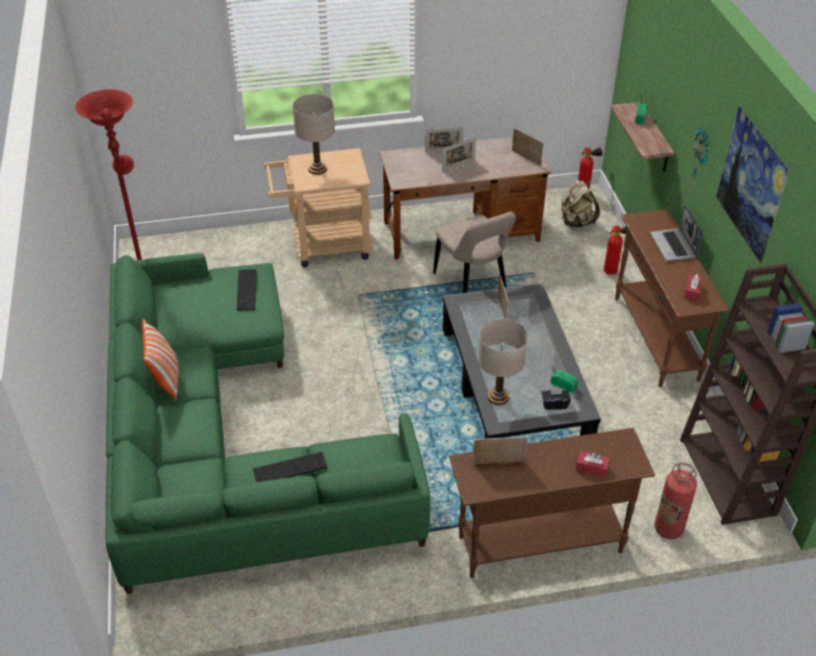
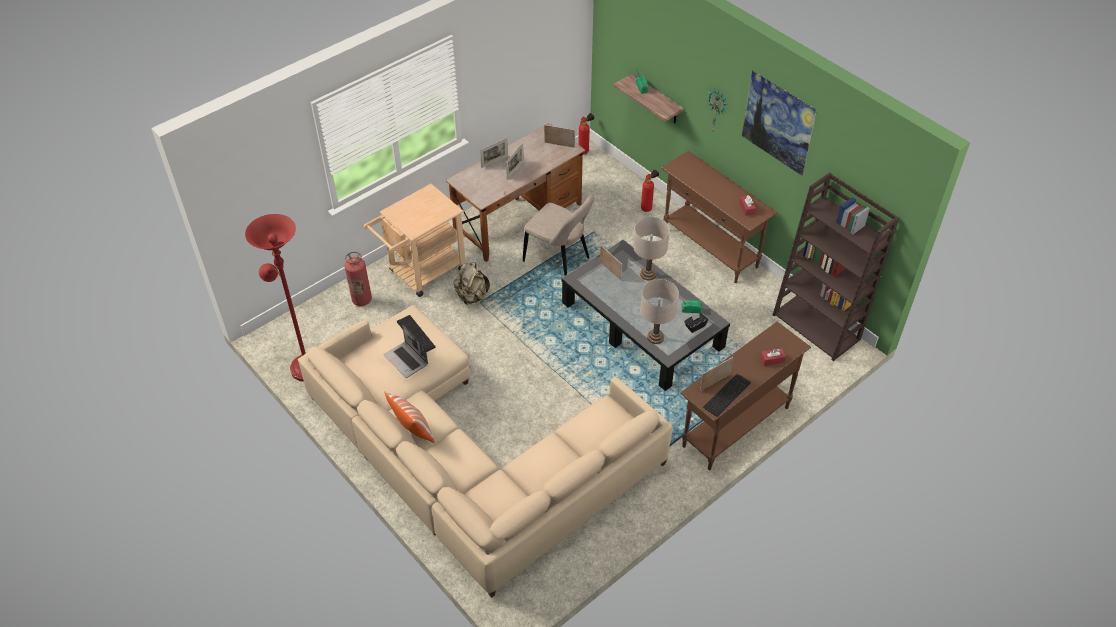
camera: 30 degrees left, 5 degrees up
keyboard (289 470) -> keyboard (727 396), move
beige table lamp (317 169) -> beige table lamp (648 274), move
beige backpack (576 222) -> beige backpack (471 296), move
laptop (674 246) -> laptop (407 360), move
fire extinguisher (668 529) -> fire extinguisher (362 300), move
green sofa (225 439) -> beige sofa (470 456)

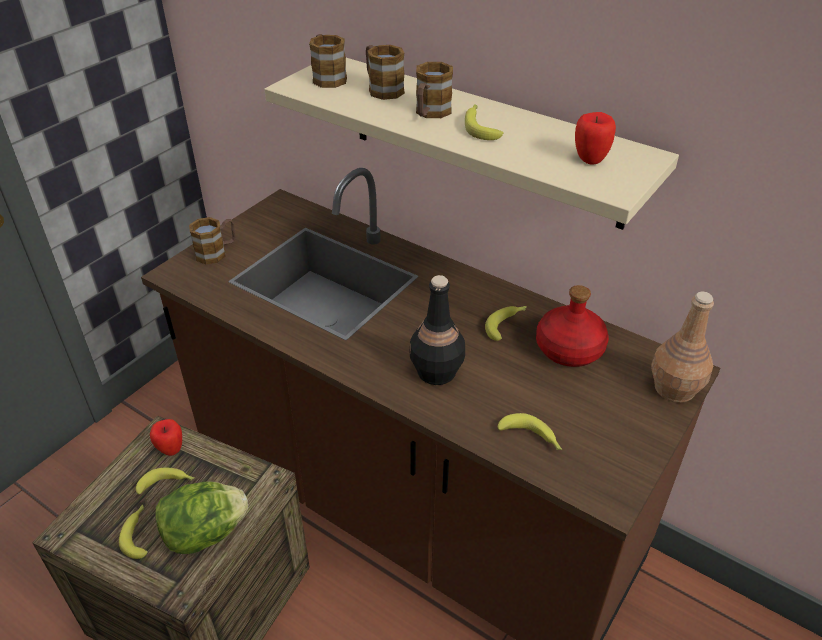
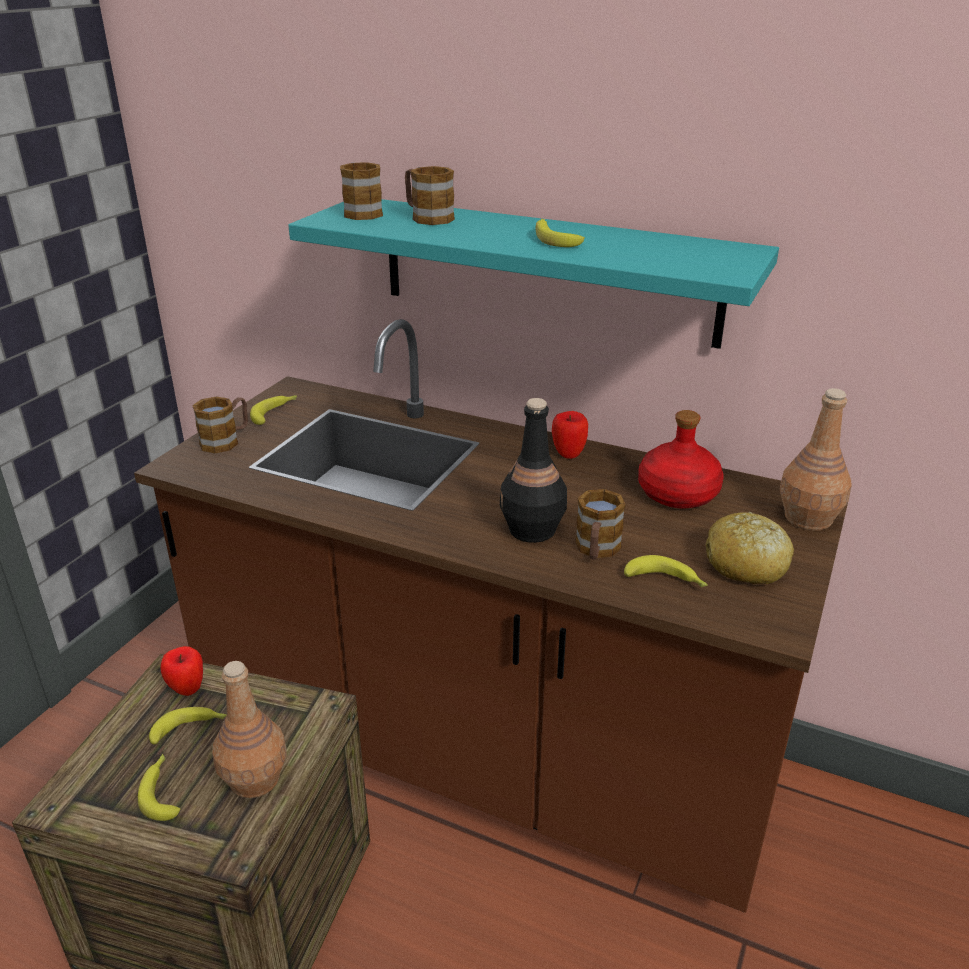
camera: 10 degrees left, 10 degrees down
none -> bread (746 564)
mug (430 113) -> mug (596 550), move
banana (506 324) -> banana (275 413), move
apple (590 160) -> apple (568 454), move
lettuce (205 534) -> brown bottle (254 779)
beige shelf (484 140) -> turquoise shelf (546 270)

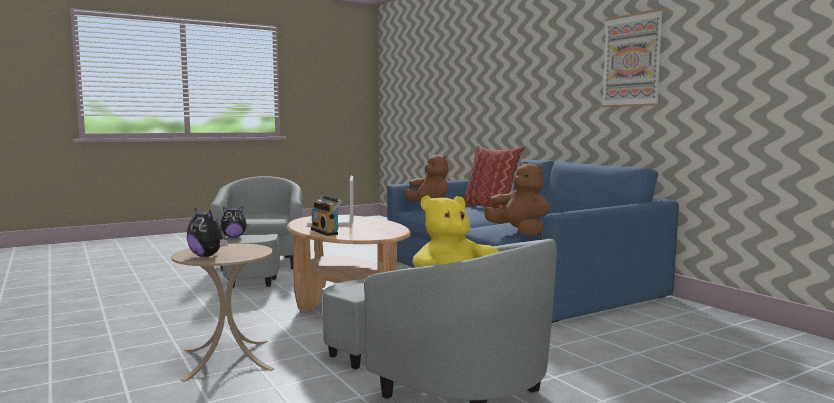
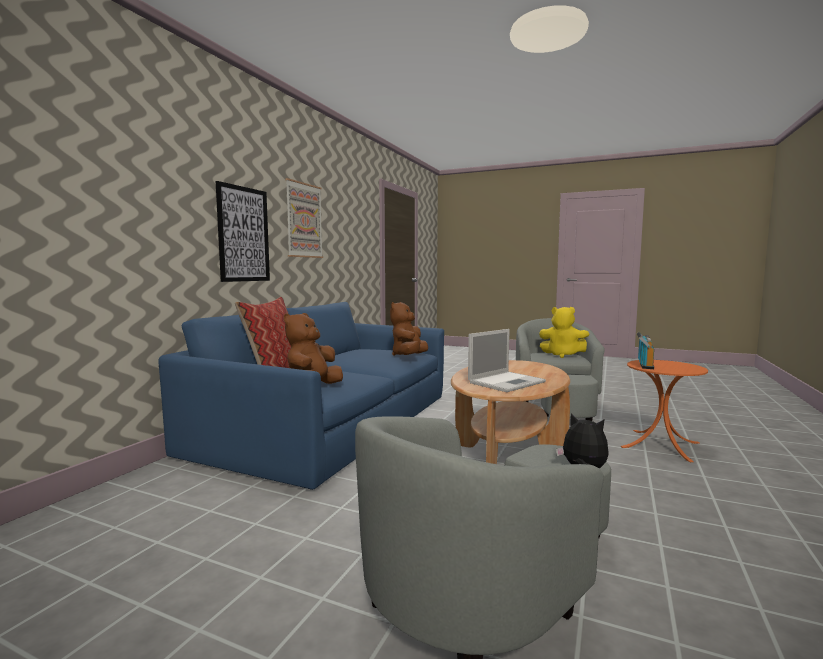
camera: 125 degrees left, 0 degrees up
plush toy (207 256) -> none
none -> picture (243 234)
radio (326 232) -> radio (644 365), move
beige side table (228 359) -> orange side table (660 445)

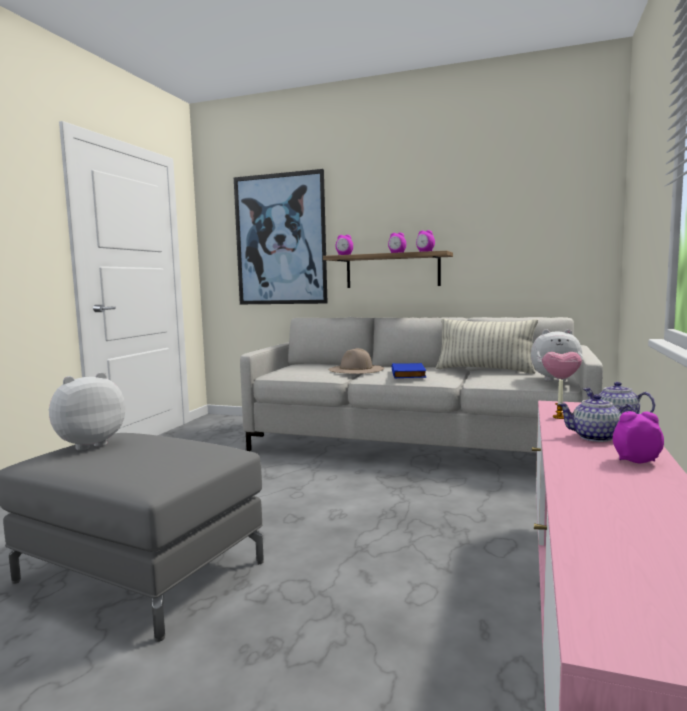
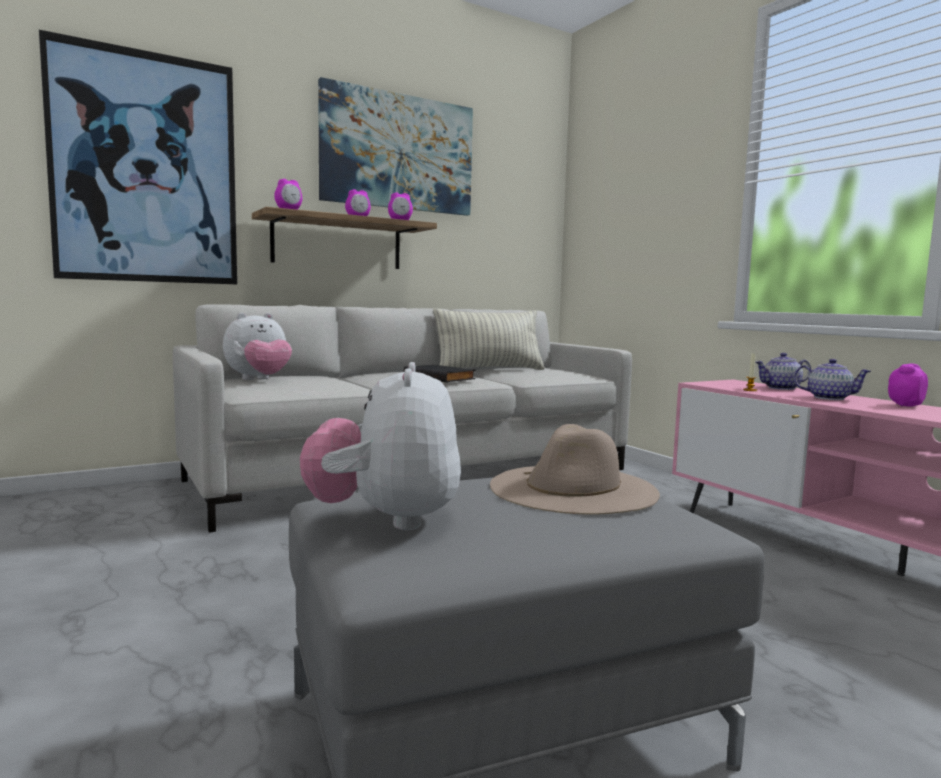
camera: 50 degrees left, 0 degrees up
none -> picture (398 152)
beige hat (356 369) -> beige hat (573 488), move
plush toy (556 381) -> plush toy (259 380), move
blue book (409 374) -> black book (440 377)
teapot (596 437) -> teapot (828 398), 120 degrees counterclockwise

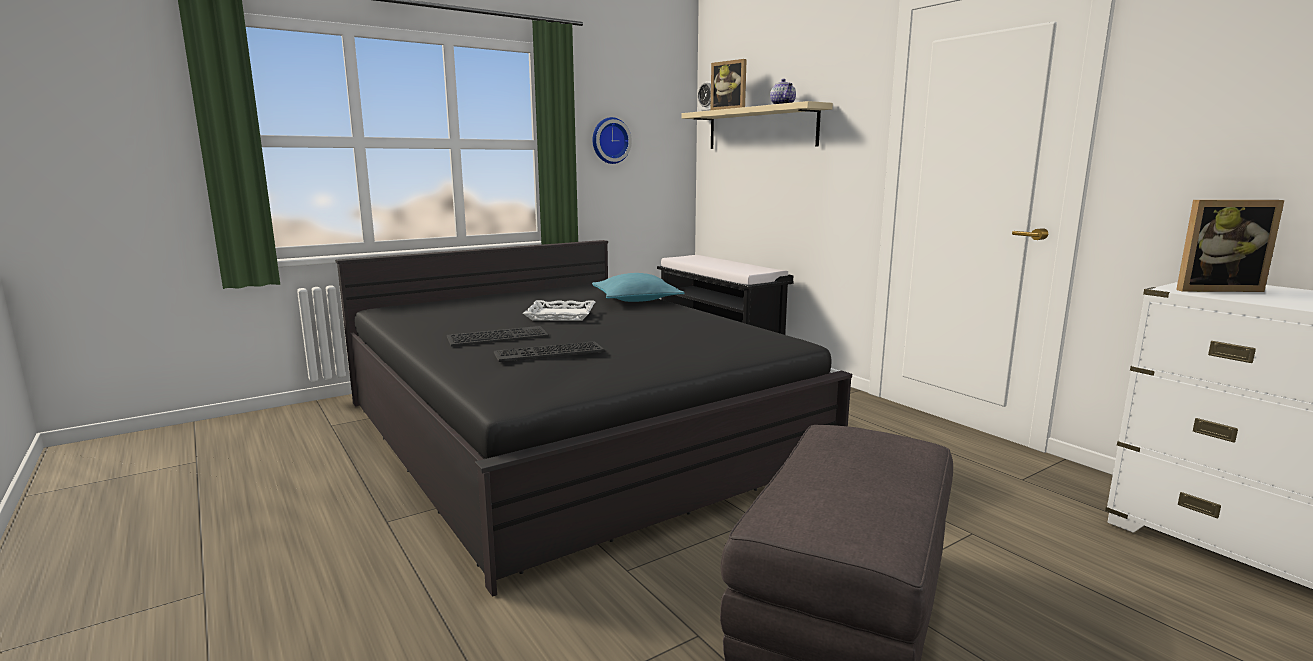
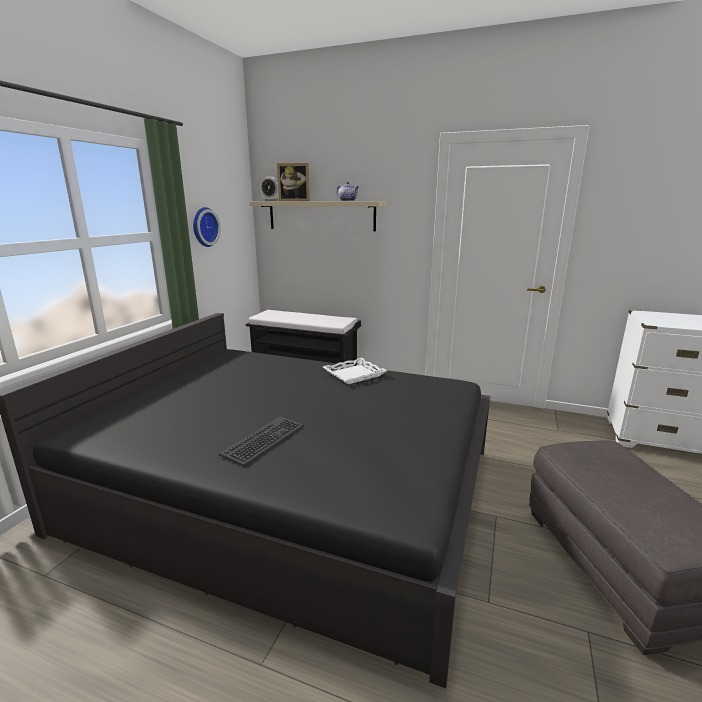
camera: 35 degrees left, 5 degrees up
keyboard (549 352) -> none
turquoise pillow (636 300) -> none
picture frame (1212 289) -> none
white tray (561 315) -> white tray (354 374), move

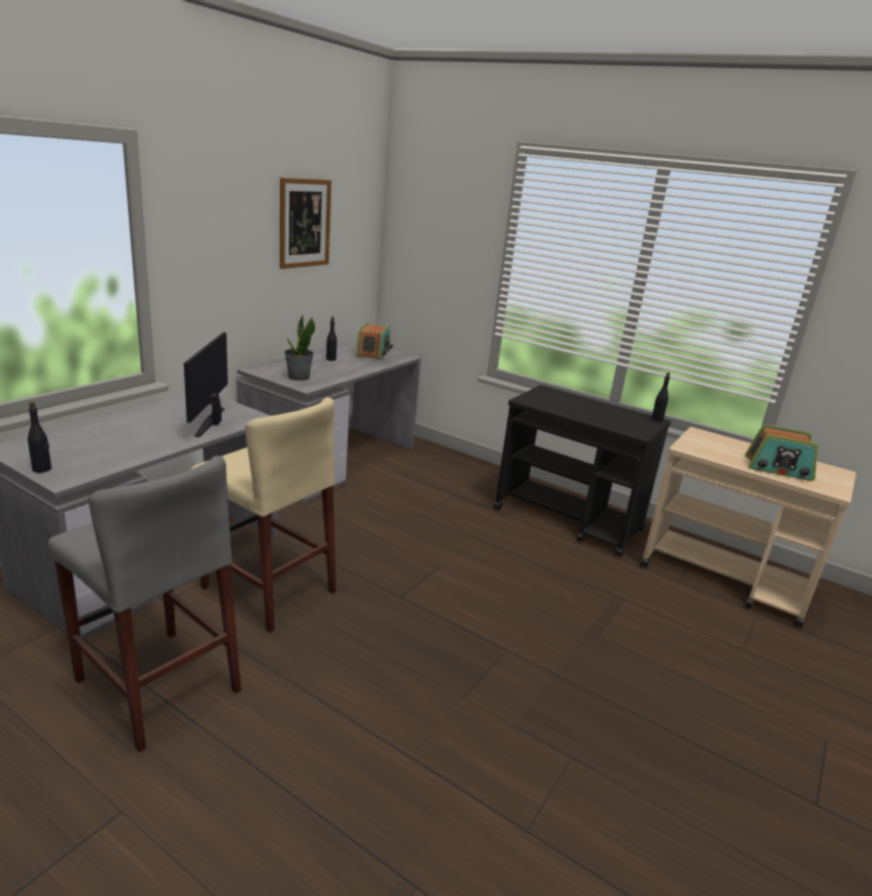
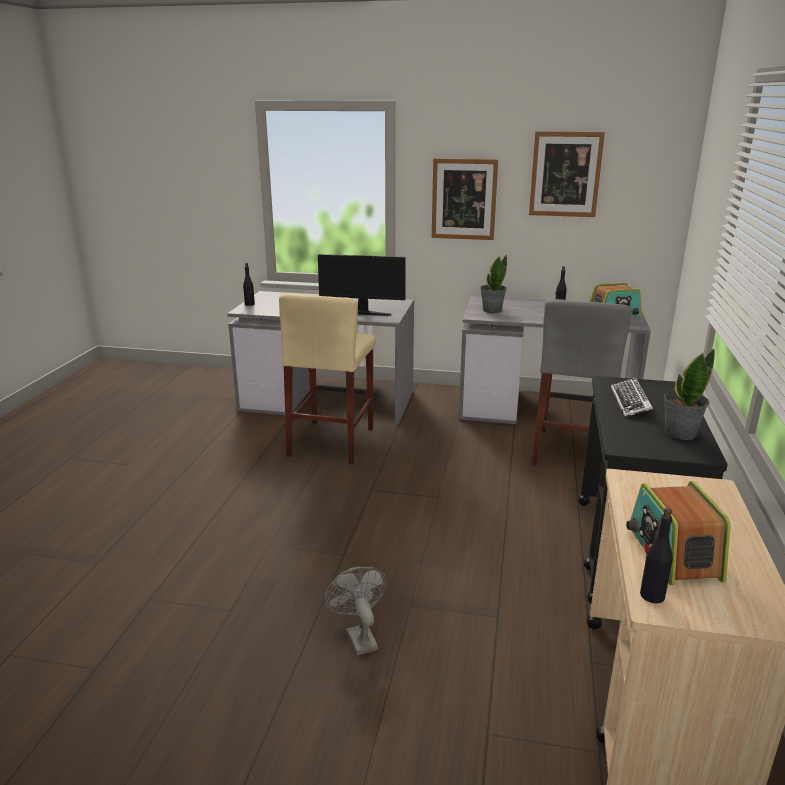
camera: 70 degrees right, 0 degrees up
none -> grey fan (358 636)
none -> picture (464 199)
none -> keyboard (630 402)
none -> potted plant (679 433)
grey stool (157 685) -> grey stool (571 451), move
black bottle (656 420) -> black bottle (652 595), move
monitor (213 422) -> monitor (362 313), 150 degrees counterclockwise

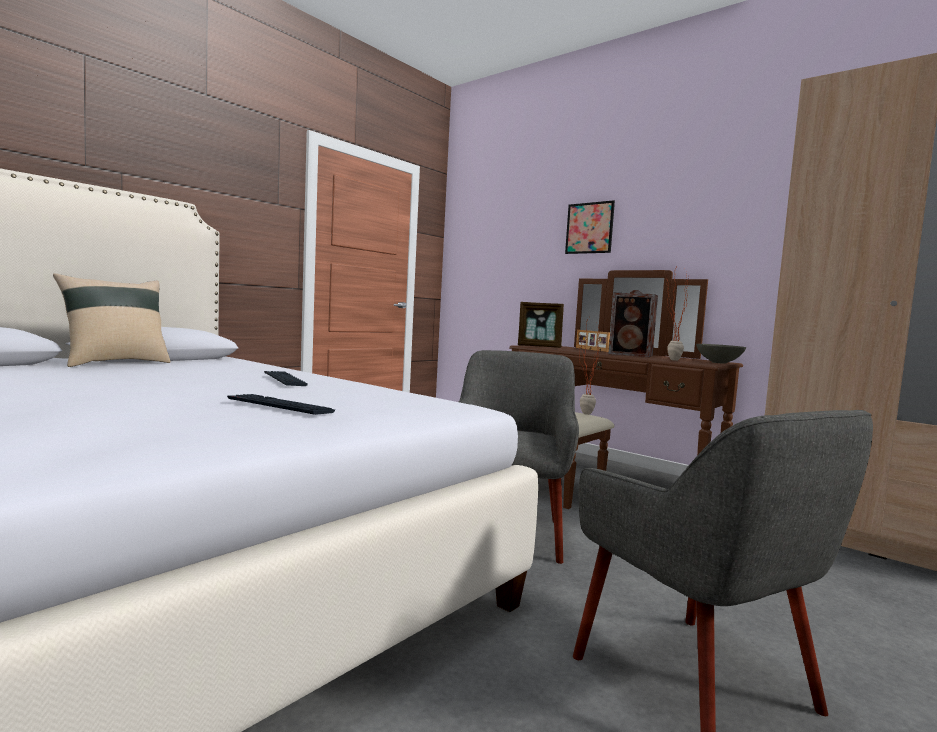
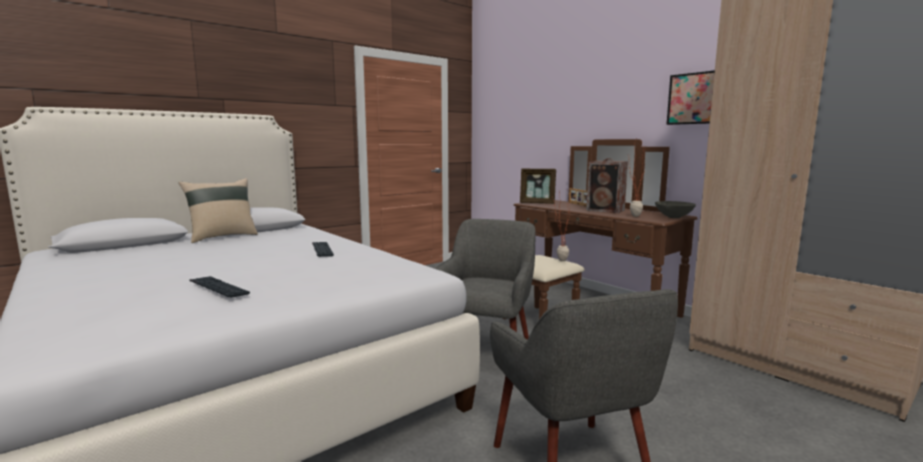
camera: 10 degrees right, 5 degrees up
keyboard (279 406) -> keyboard (218 288), move
picture (589 228) -> picture (693 98), move

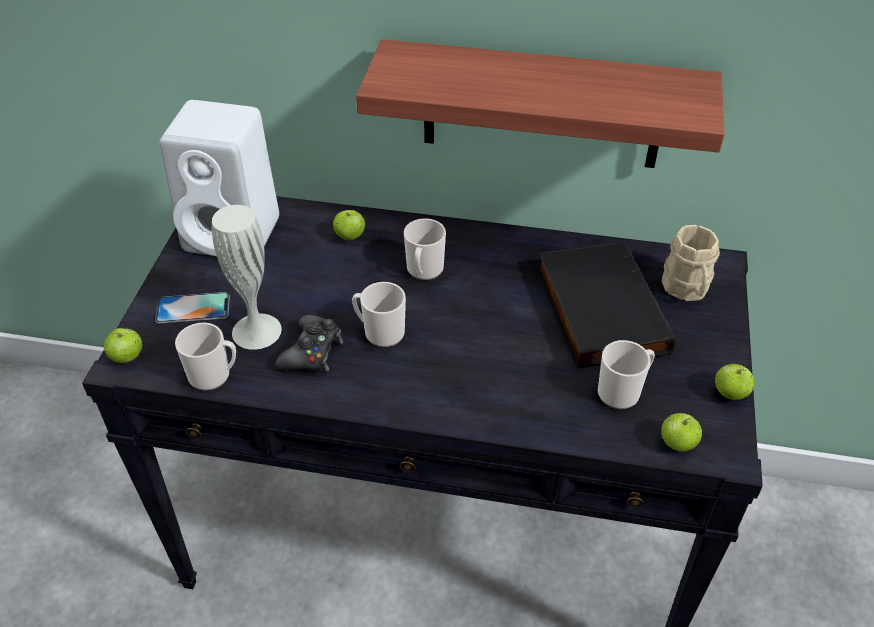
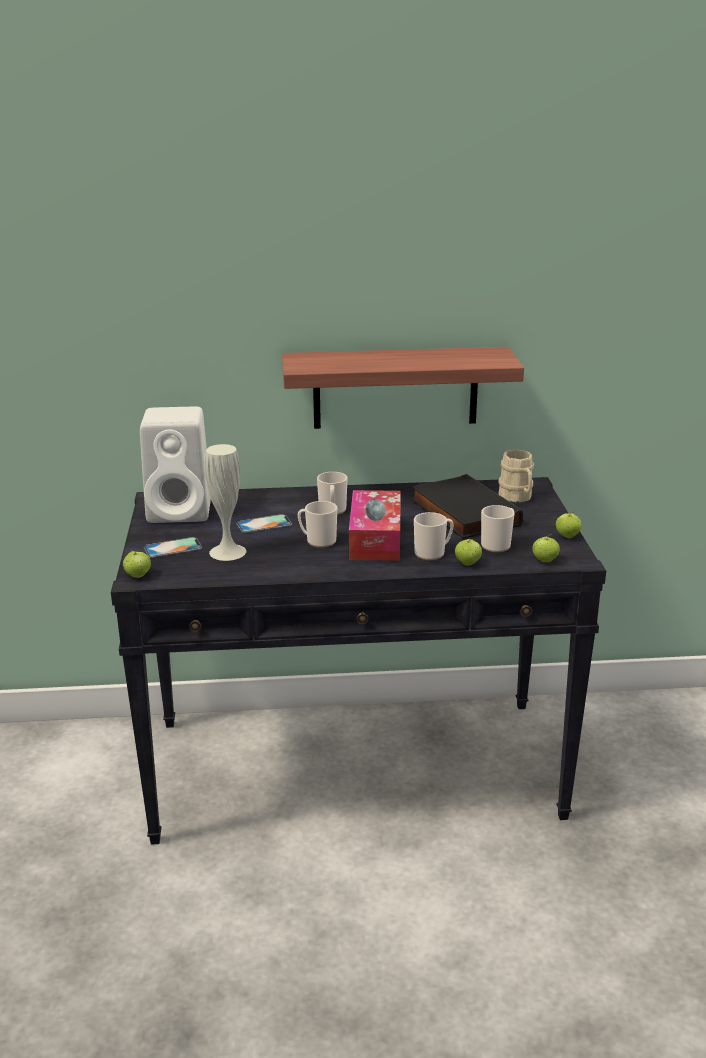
camera: 15 degrees left, 20 degrees down
black game controller (312 352) -> none
none -> phone (264 524)
none -> tissue box (375 538)
mug (214 375) -> mug (433 553), move
apple (350 236) -> apple (467 563), move

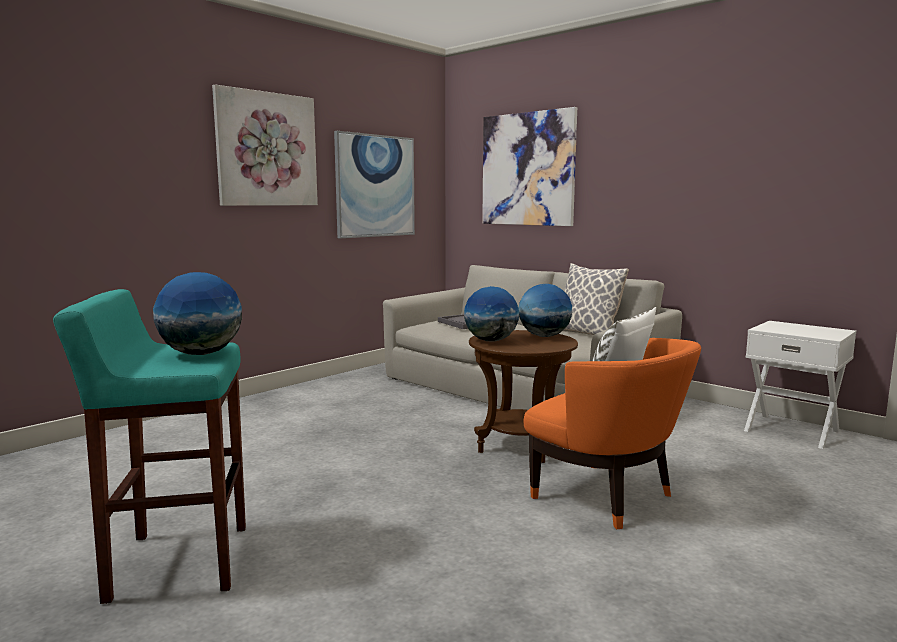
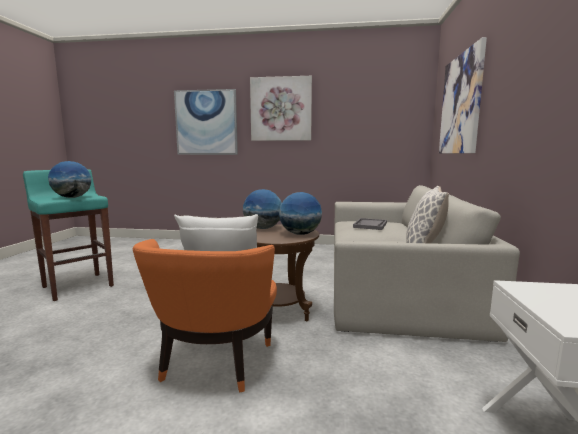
camera: 55 degrees right, 0 degrees up
picture (375 186) -> picture (206 122), move

